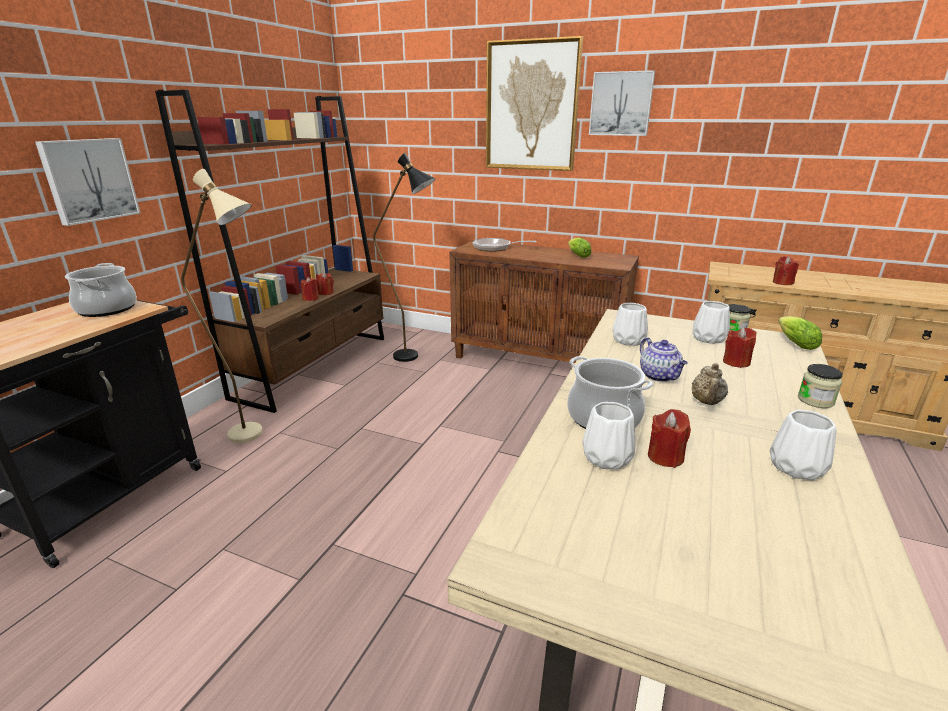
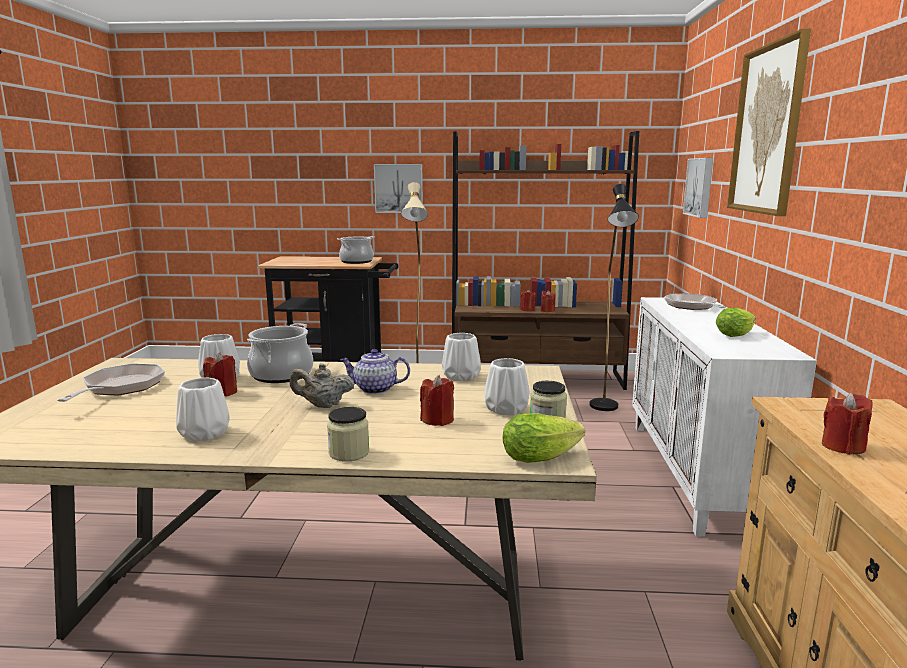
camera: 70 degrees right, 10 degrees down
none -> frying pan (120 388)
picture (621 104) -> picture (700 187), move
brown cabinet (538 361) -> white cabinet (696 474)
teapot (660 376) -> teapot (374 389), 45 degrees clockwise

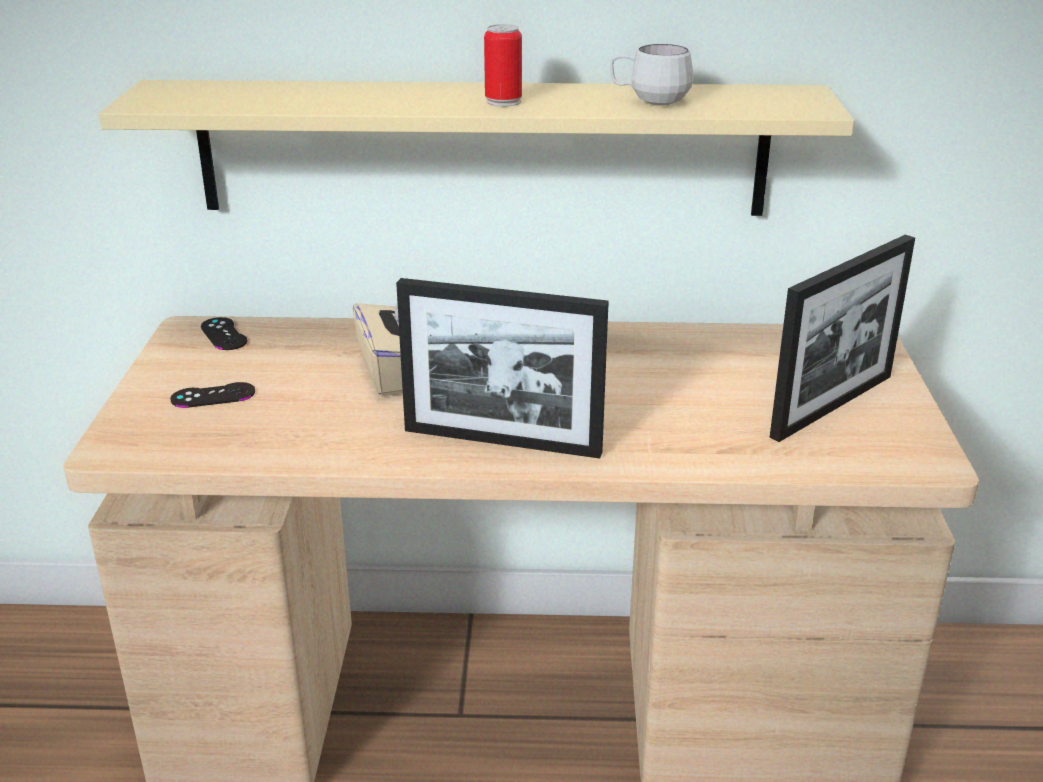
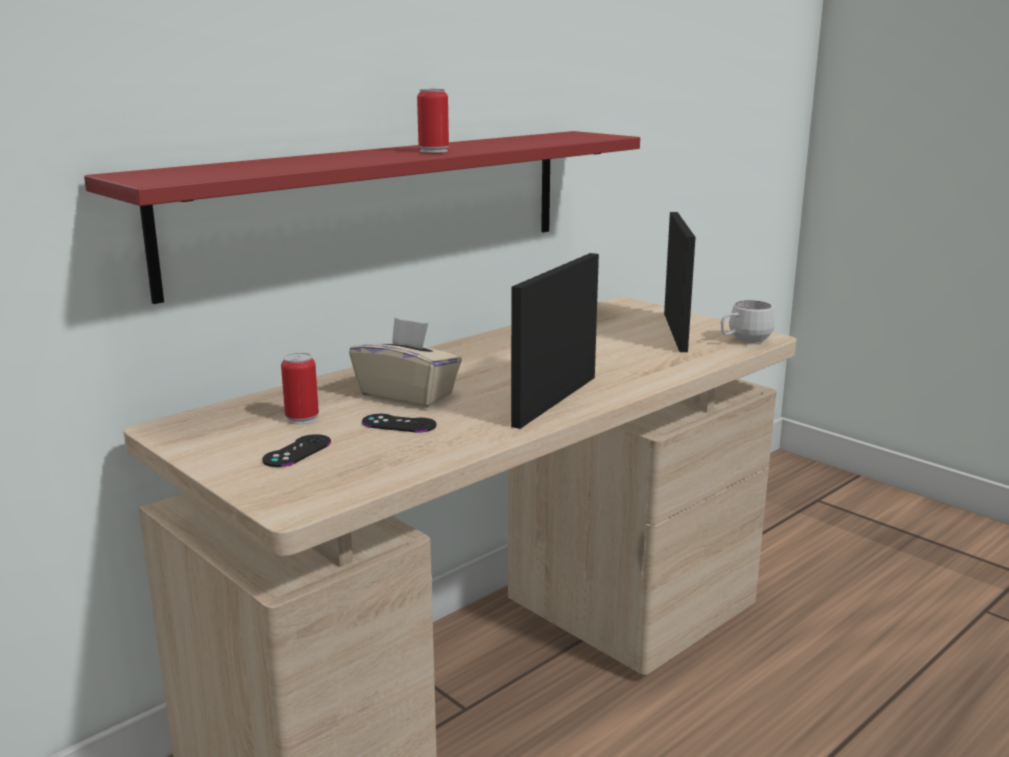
camera: 45 degrees left, 10 degrees down
none -> can (302 418)
black game controller (224 334) -> black game controller (399 424), move
white mug (649 101) -> white mug (743 341), move
beige shelf (482 148) -> red shelf (378 206)
picture frame (502 441) -> picture frame (555 400), 150 degrees clockwise

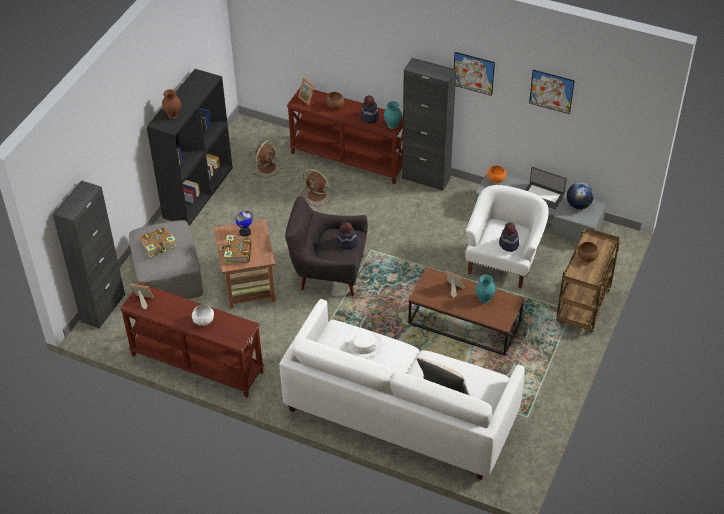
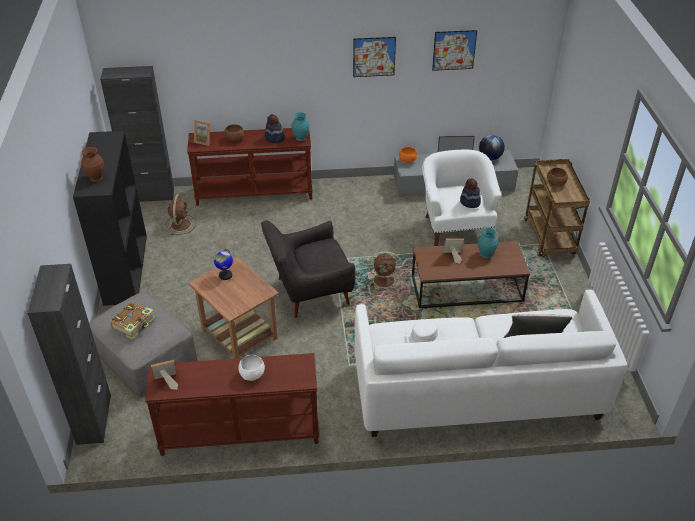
camera: 30 degrees left, 5 degrees down
book (237 253) -> none
hat (347 243) -> none
brown fan (317 196) -> brown fan (385 280), move
black cabinet (426 178) -> black cabinet (151 195), move

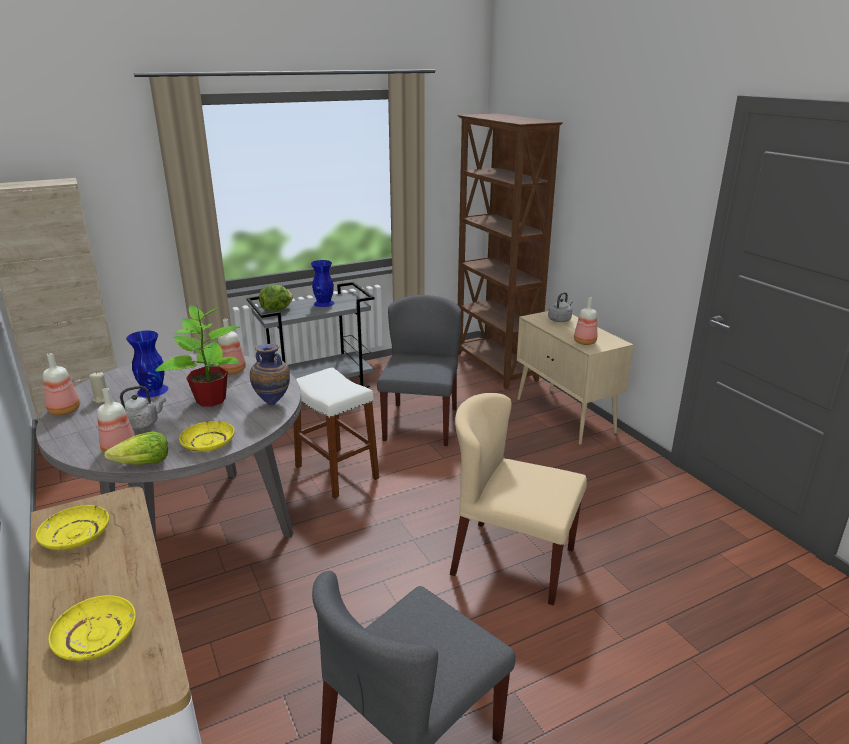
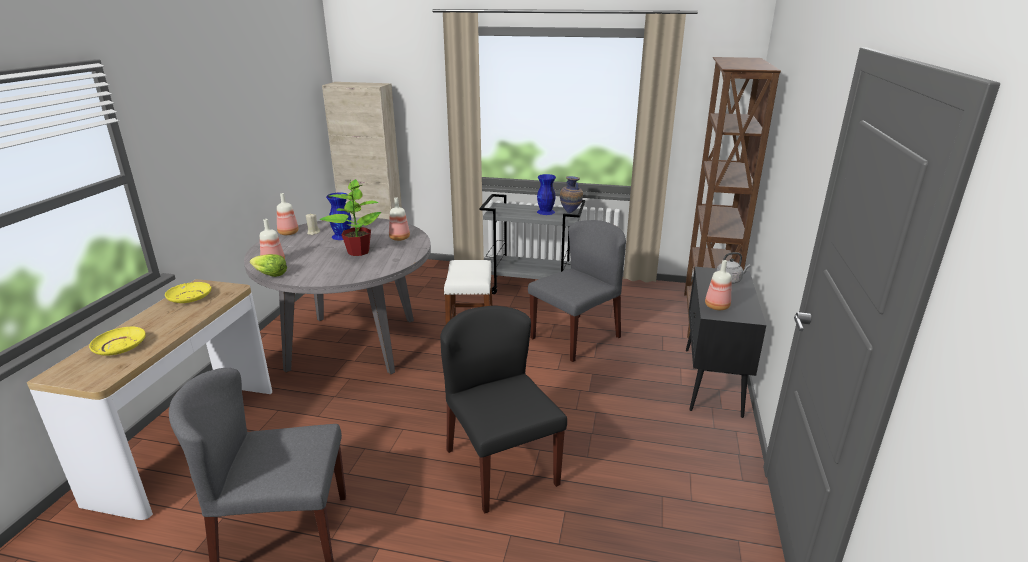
camera: 40 degrees right, 0 degrees up
grey kettle (143 424) -> none
yellow plate (208 443) -> none
lettuce (277 309) -> none
vase (273 403) -> vase (571 212), move
beige chair (512 561) -> black chair (501 466)
beige cabinet (565 416) -> black cabinet (712 382)

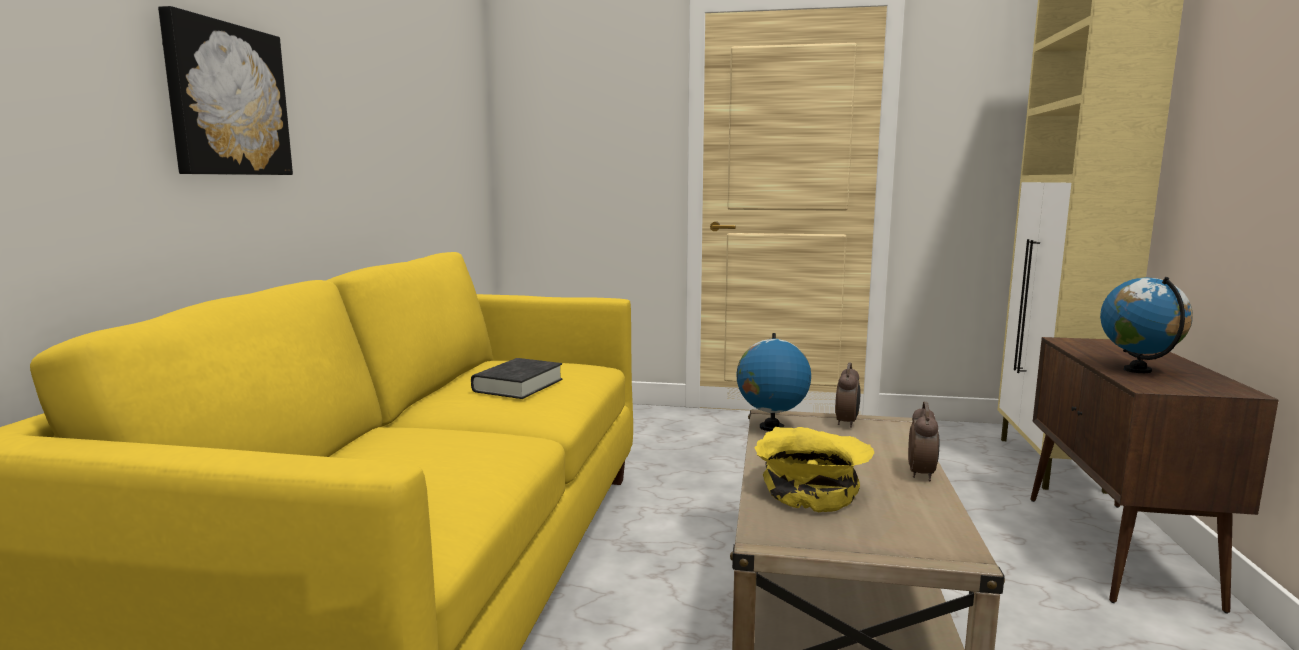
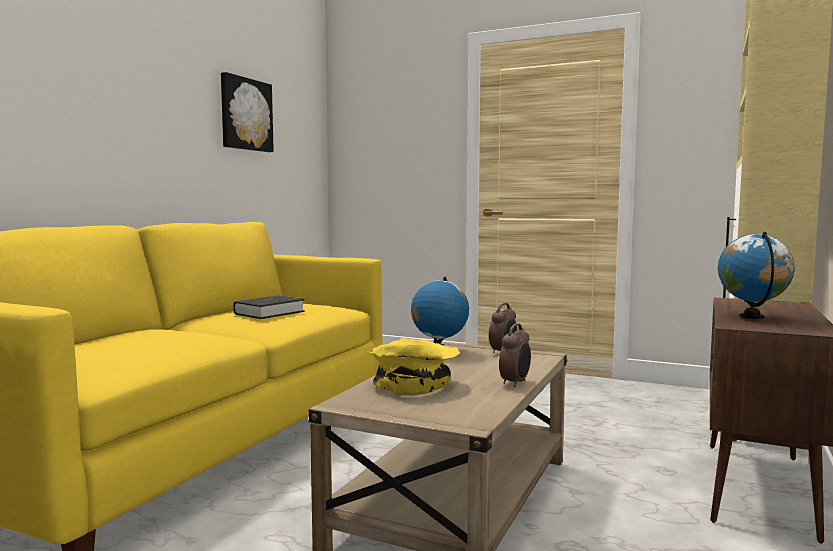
camera: 15 degrees right, 5 degrees down
picture (225 100) -> picture (245 114), move

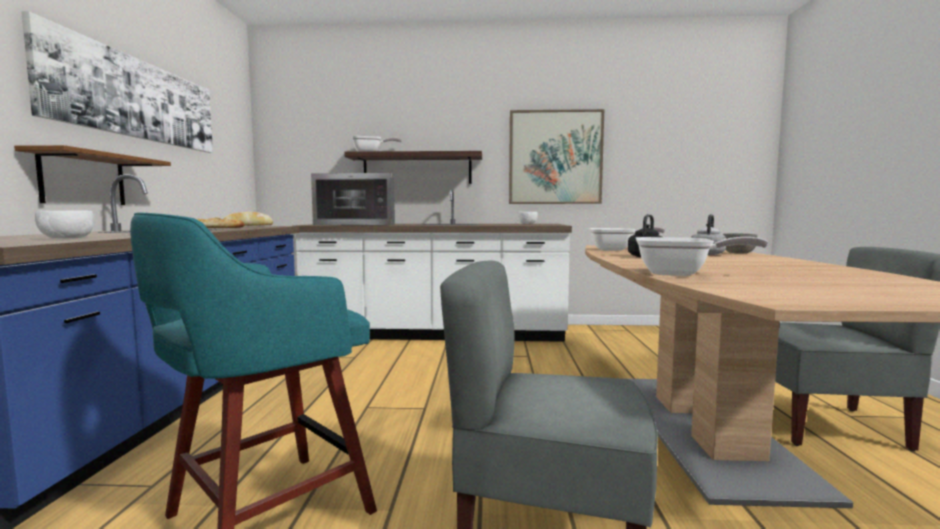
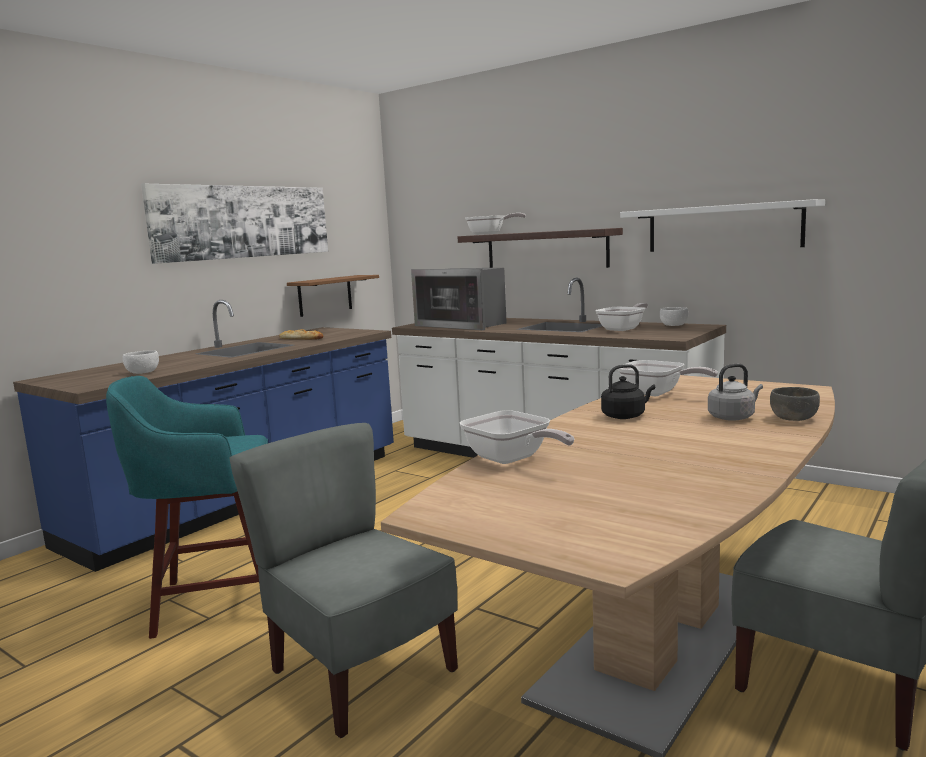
camera: 35 degrees right, 5 degrees up
bread (247 226) -> none
none -> frying pan (624 329)
brown shelf (83 179) -> brown shelf (325 295), move
picture (555 157) -> white shelf (723 227)

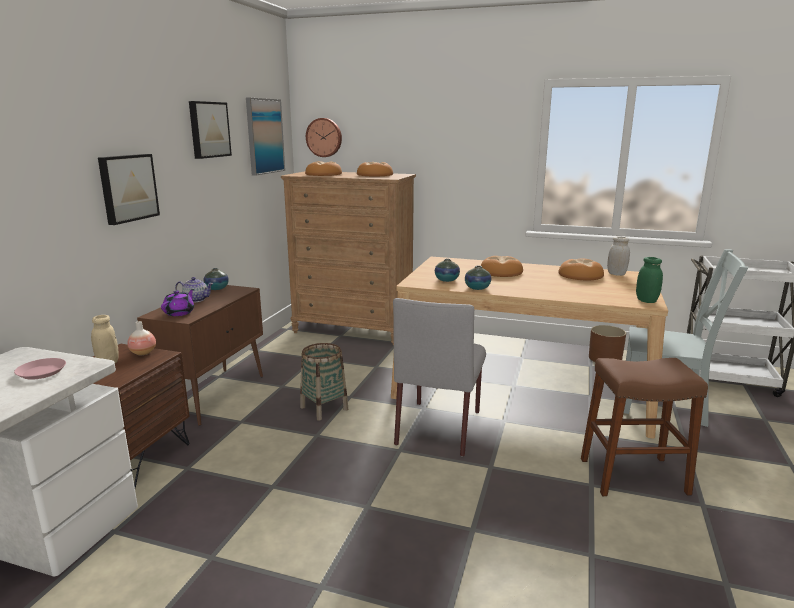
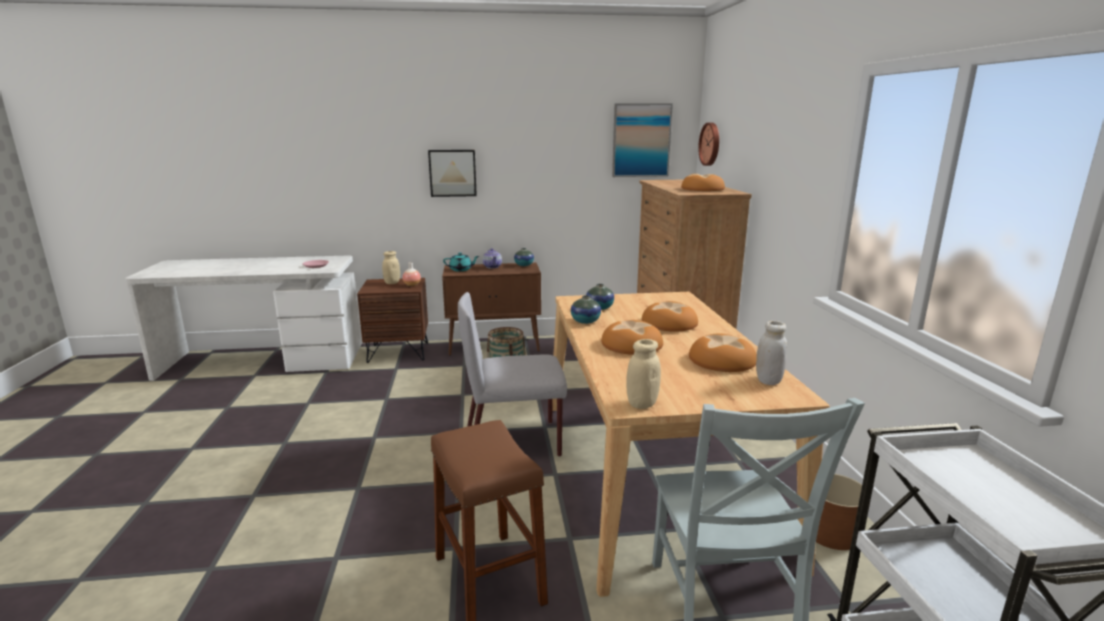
camera: 65 degrees right, 0 degrees up
picture (208 129) -> none
bread (324 174) -> bread (632 344), move
purple teapot (179 313) -> turquoise teapot (461 269)
green jar (646 301) -> beige jar (642 403)

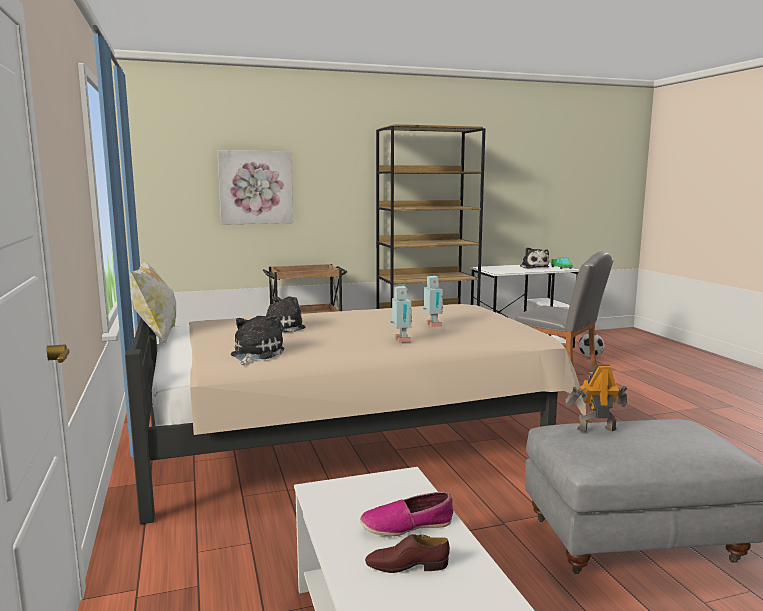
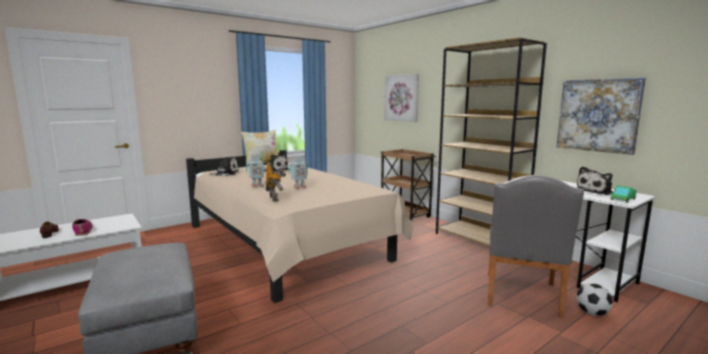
camera: 70 degrees right, 0 degrees up
none -> picture (598 115)
toy robot (595 429) -> toy robot (275 199), move

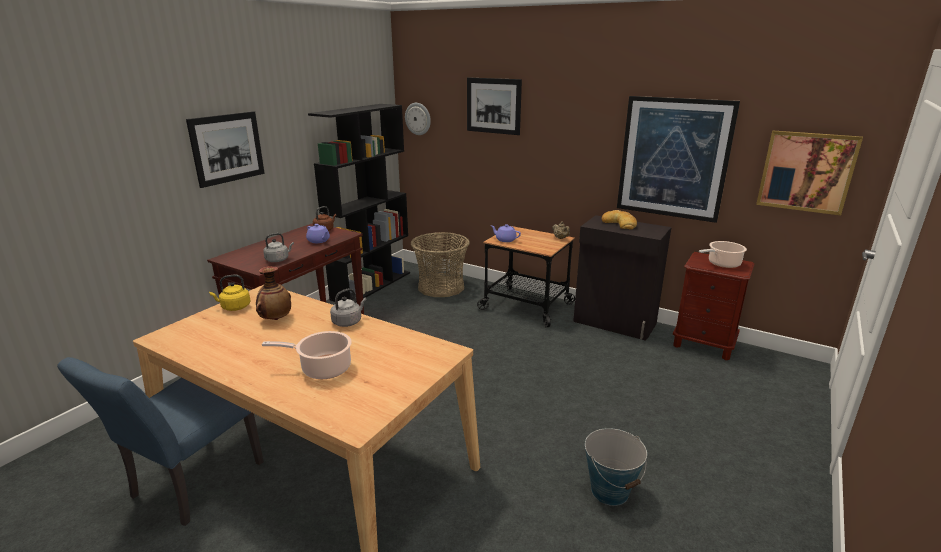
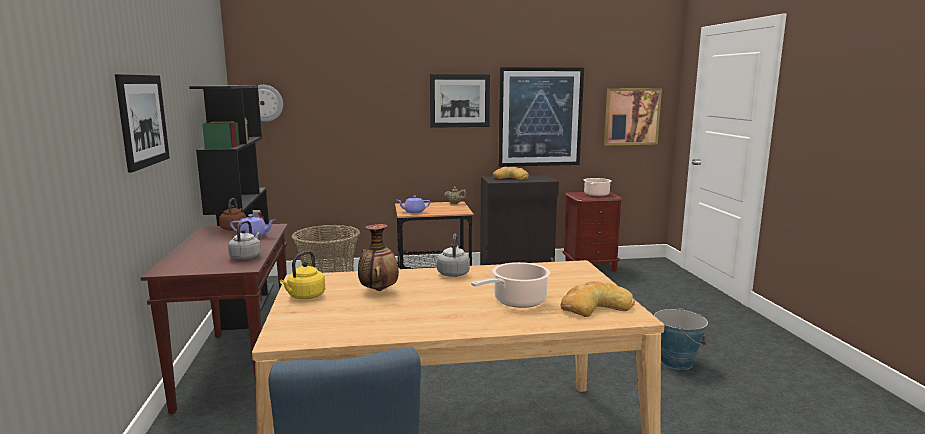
camera: 40 degrees left, 10 degrees down
none -> bread (594 306)
picture (493 106) -> picture (459 100), move

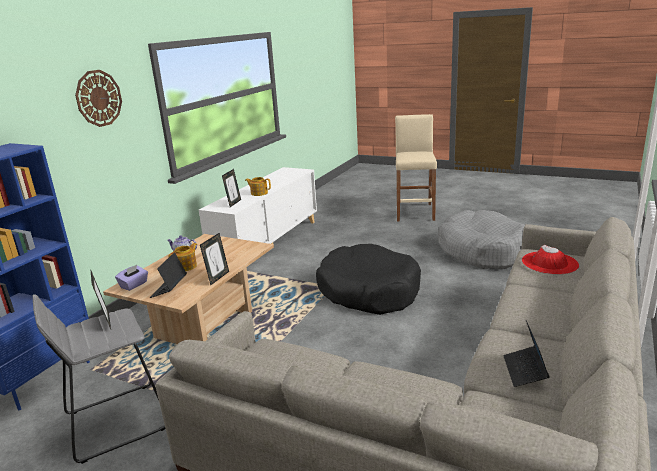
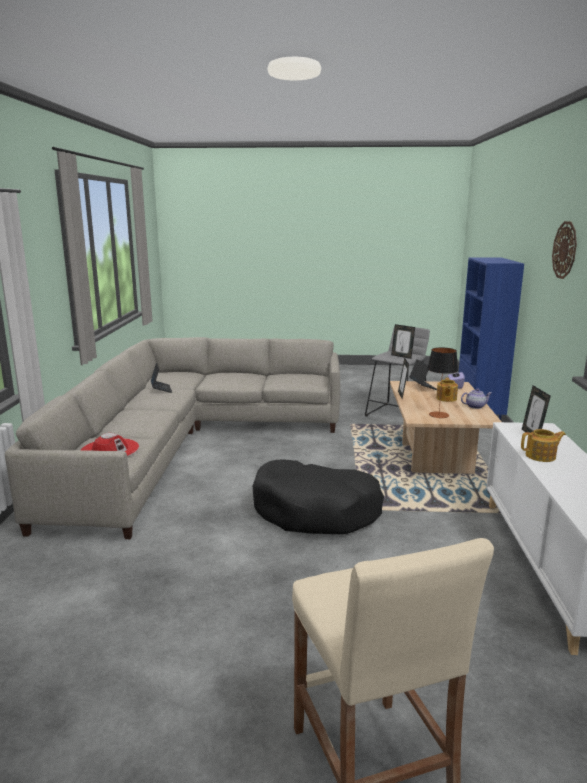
camera: 155 degrees right, 5 degrees down
grey dog bed (482 251) -> none
none -> table lamp (439 415)

